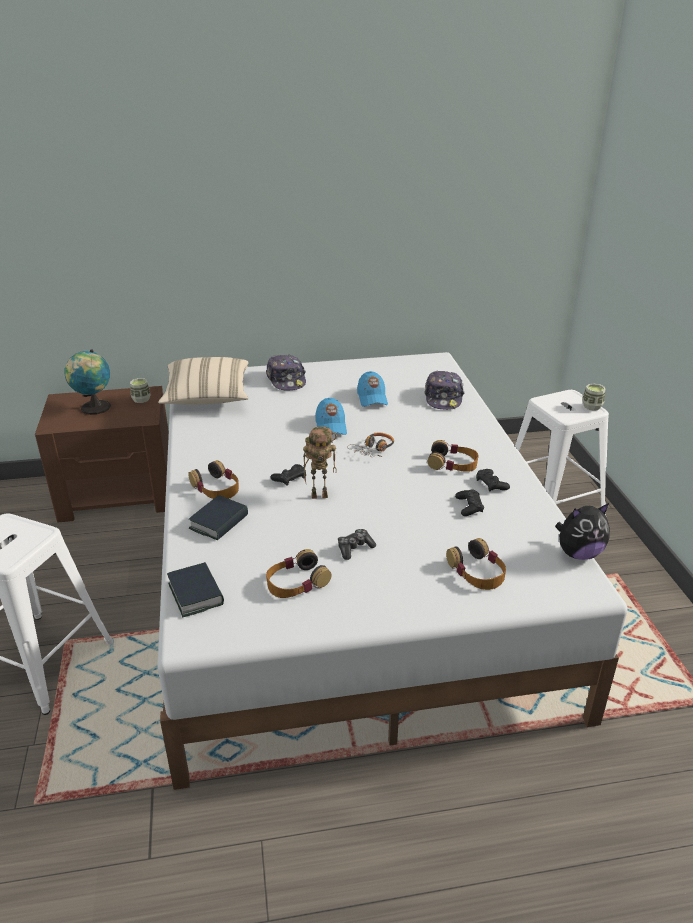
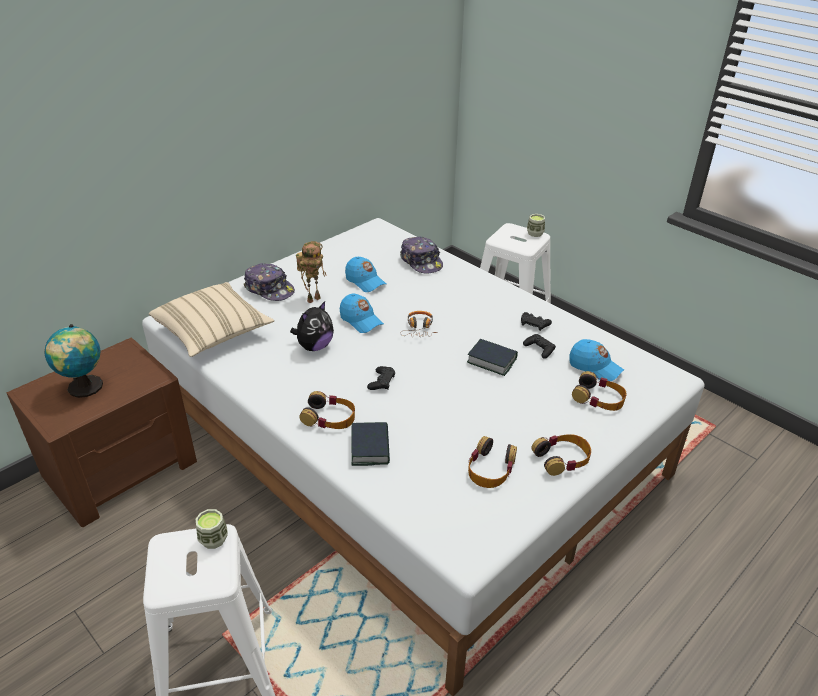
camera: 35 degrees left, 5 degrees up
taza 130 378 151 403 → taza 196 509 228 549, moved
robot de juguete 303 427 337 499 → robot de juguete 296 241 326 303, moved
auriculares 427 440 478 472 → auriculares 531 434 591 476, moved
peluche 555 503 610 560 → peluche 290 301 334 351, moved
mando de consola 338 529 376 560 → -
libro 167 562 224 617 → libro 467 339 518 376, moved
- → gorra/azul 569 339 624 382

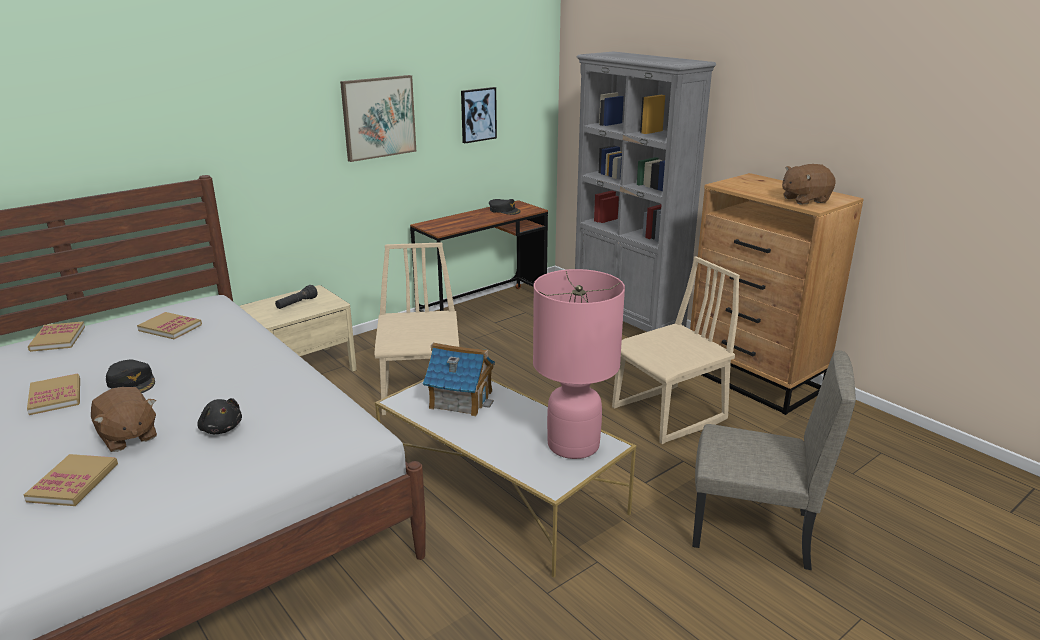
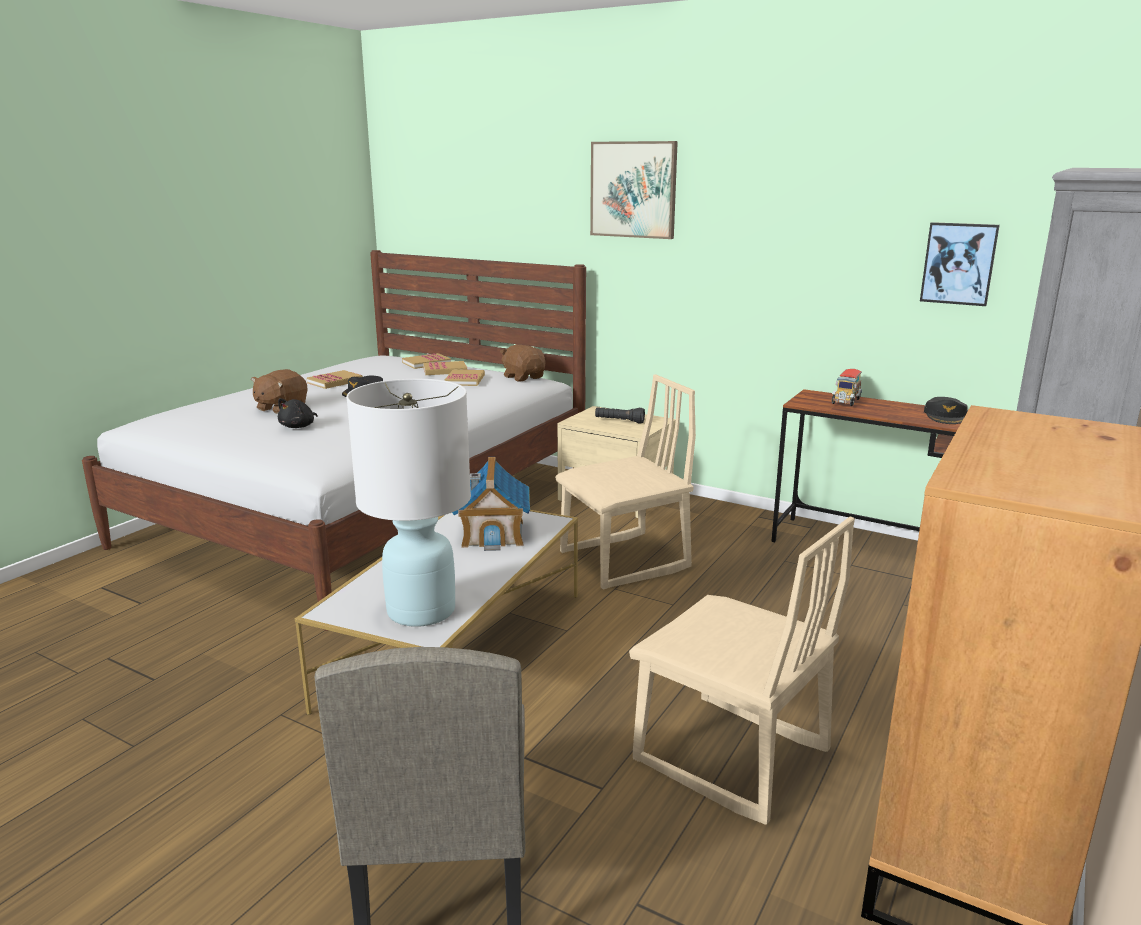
camera: 70 degrees right, 5 degrees down
cuadro 340 75 416 162 → cuadro 590 141 678 239, moved
peluche/marrón 782 164 836 205 → peluche/marrón 500 344 545 382, moved
lámpara de mesa/rosa 533 269 625 459 → lámpara de mesa/blanco 346 379 471 627
libro 24 454 118 506 → libro 423 361 467 375, moved
- → camión de juguete 832 369 862 406

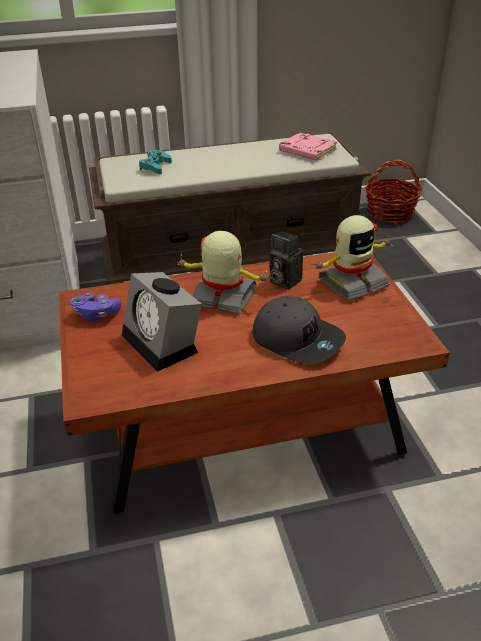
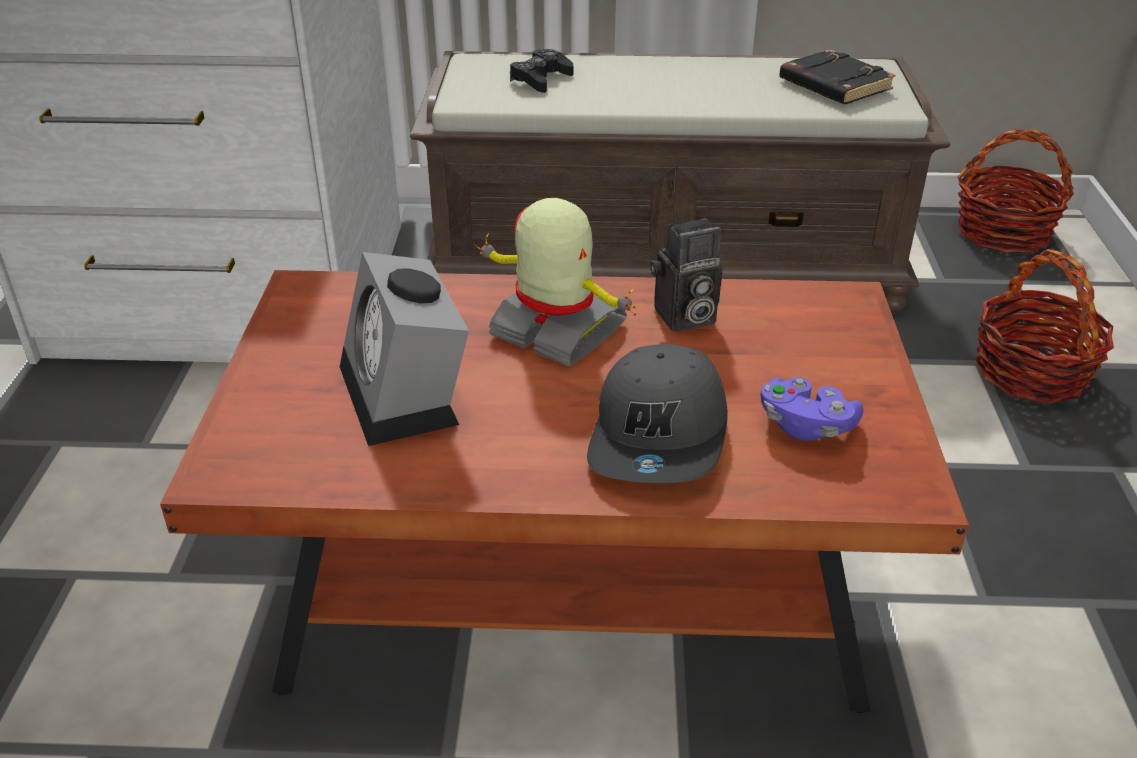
camera: 15 degrees right, 0 degrees up
libro/rosa 279 133 337 160 → libro/negro 779 49 895 104
mando de consola/turquesa 139 150 172 174 → mando de consola/negro 510 49 573 93
robot de juguete 313 215 393 301 → -
cámara 269 231 303 290 → cámara 650 218 723 332, 75 degrees counterclockwise
mando de consola/morado 70 293 122 321 → mando de consola/morado 760 377 864 441, moved
gorra/gris 252 296 346 364 → gorra/gris 587 344 728 483, 45 degrees clockwise
- → cesta 975 249 1114 404

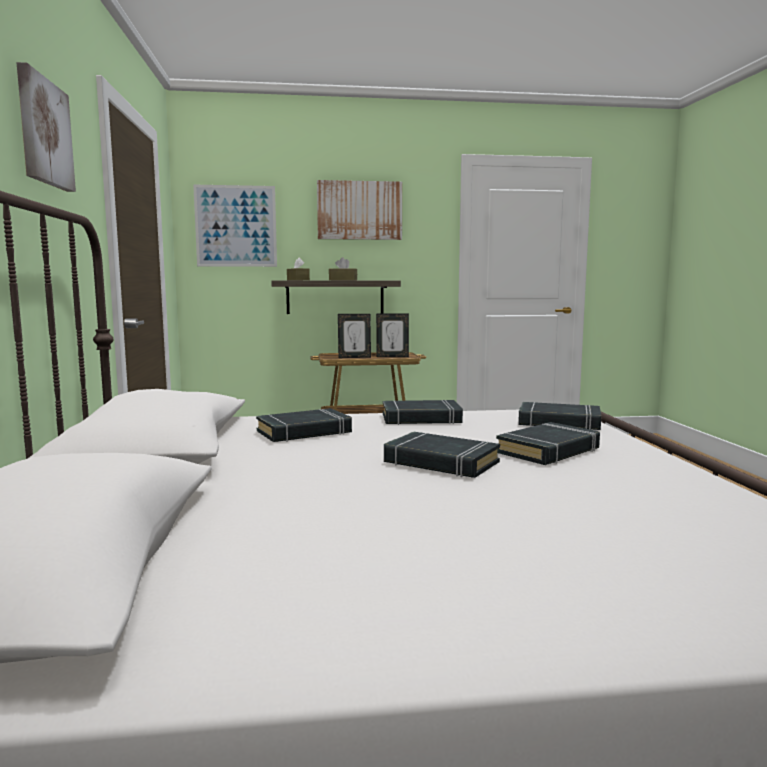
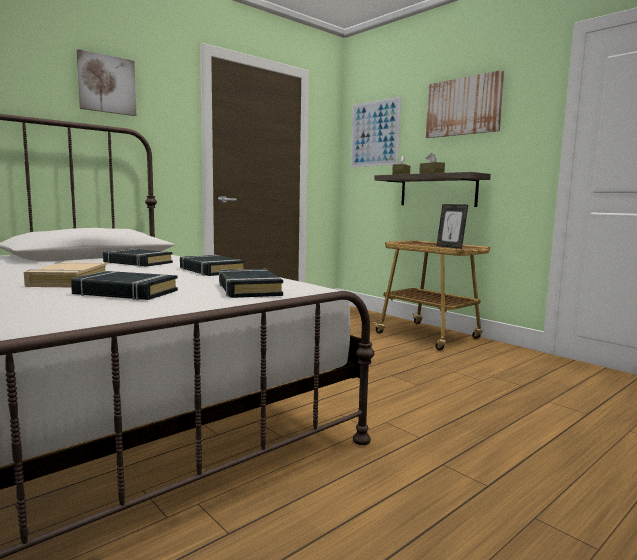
camera: 55 degrees right, 0 degrees up
portarretratos 338 314 371 358 → -
libro/negro 384 432 500 478 → libro/beis 24 262 107 287

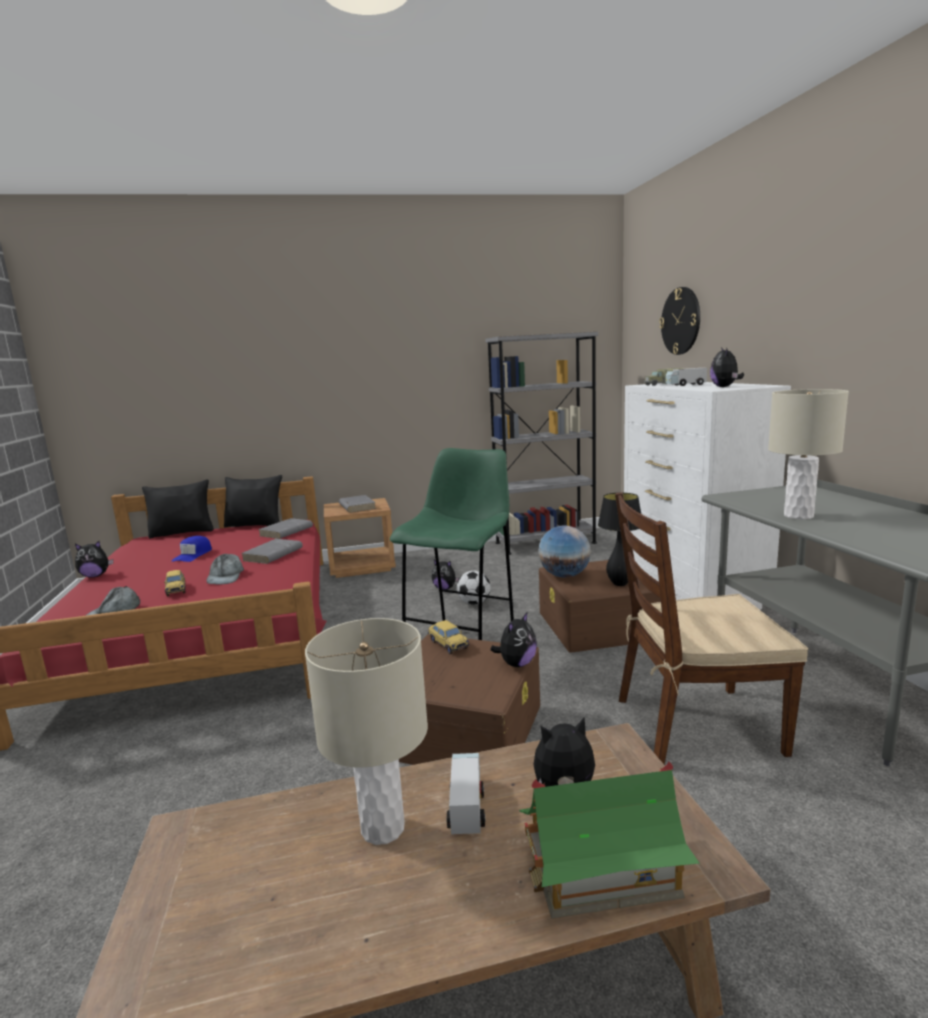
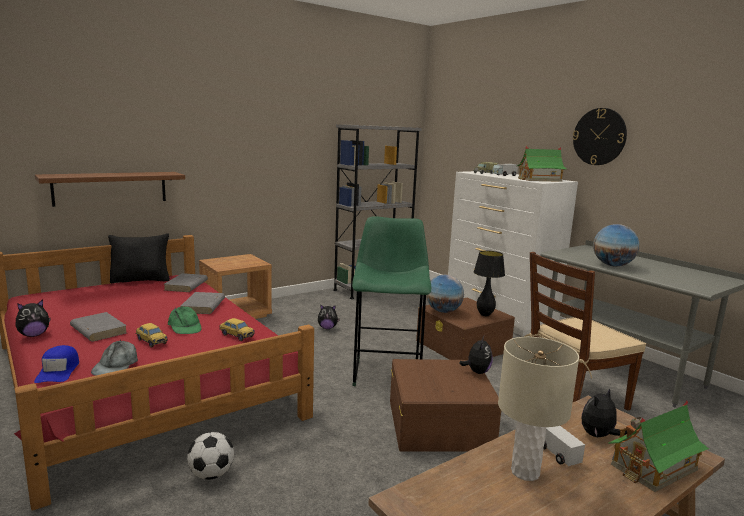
camera: 25 degrees left, 0 degrees up
reloj de pared 659 287 700 355 → reloj de pared 573 108 627 165, moved
peluche 710 347 744 387 → casita 517 146 567 182
lámpara de mesa/beis 768 389 849 519 → globo terráqueo 593 224 639 267
cojín/negro 142 479 214 539 → -
libro/gris 339 495 376 513 → libro/gris 70 312 127 342, moved
gorra/azul 172 536 212 562 → gorra/azul 34 345 79 383, moved
gorra/gris 206 554 244 584 → gorra/verde 168 306 202 334
balón de fútbol 457 571 491 605 → balón de fútbol 187 432 234 480, moved
coche de juguete 428 620 469 654 → coche de juguete 219 318 255 341, moved
- → estante/marrón 35 172 185 207

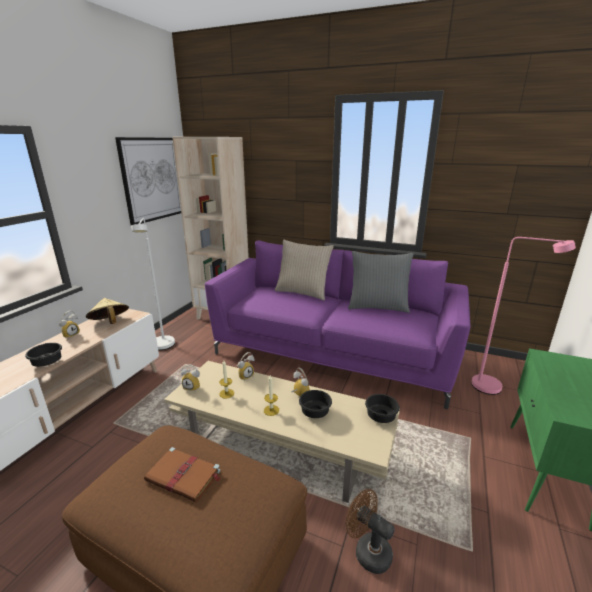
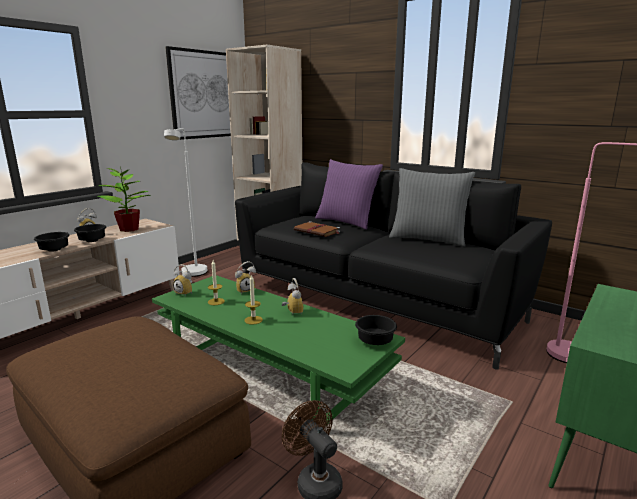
camera: 15 degrees right, 5 degrees down
sofá/morado 205 240 471 409 → sofá/negro 235 162 552 370
cojín/beis 275 240 334 300 → cojín/morado 315 159 383 230
sombrero/beis 86 298 129 324 → planta en maceta 98 165 150 232
mesa de centro/beis 164 361 400 503 → mesa de centro/verde 152 275 405 423
cuenco/negro 299 390 332 418 → cuenco/negro 74 224 106 242, moved
libro/marrón 144 447 220 502 → libro/marrón 294 221 340 237, moved

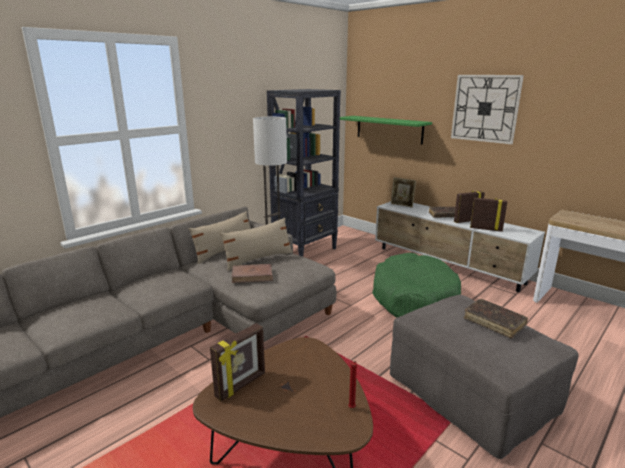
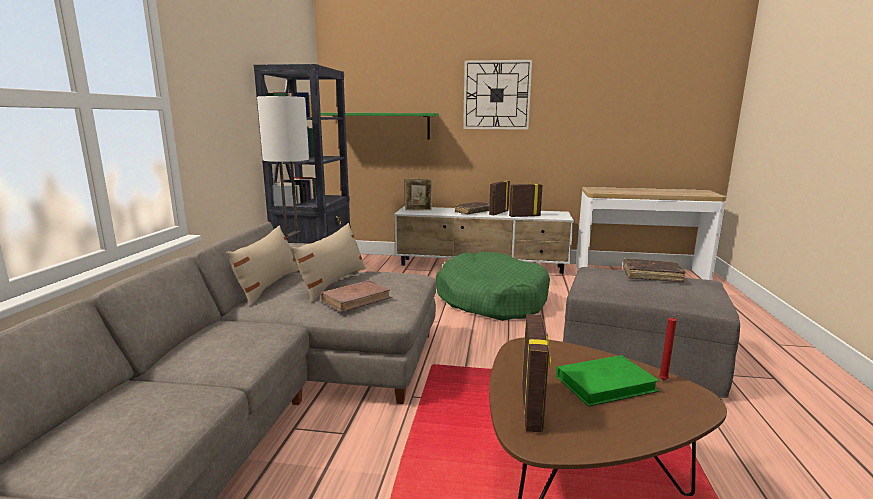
camera: 35 degrees left, 5 degrees down
- → libro/verde 556 355 659 407

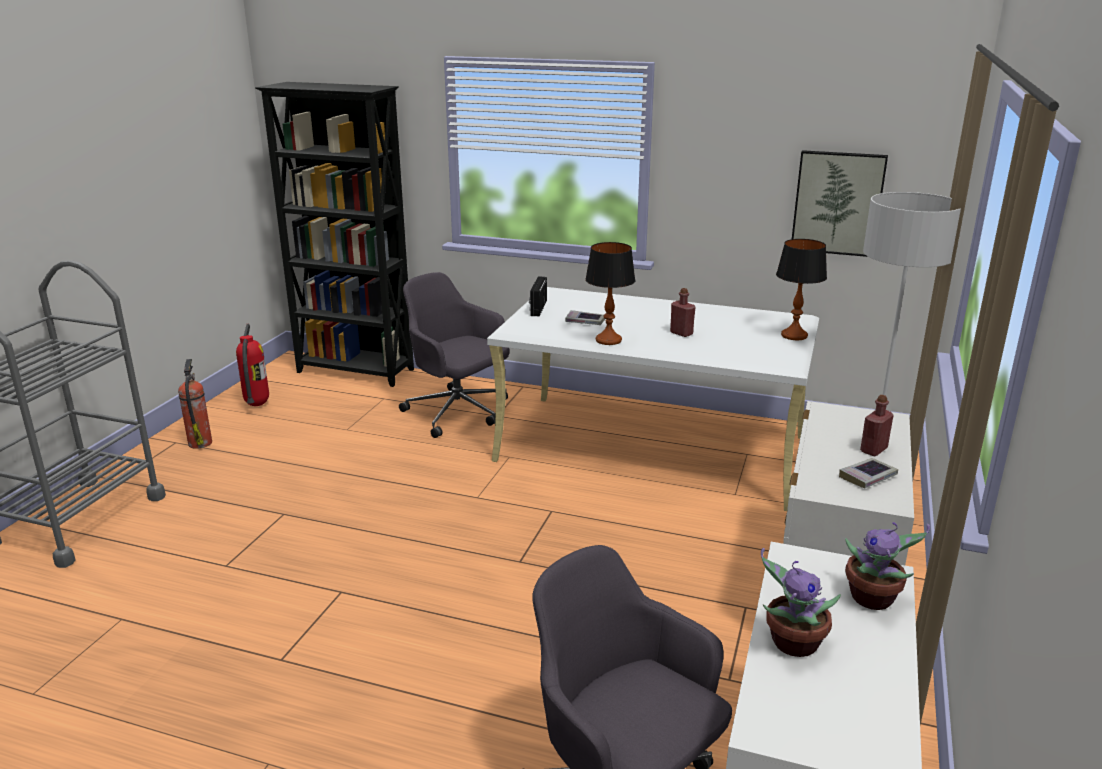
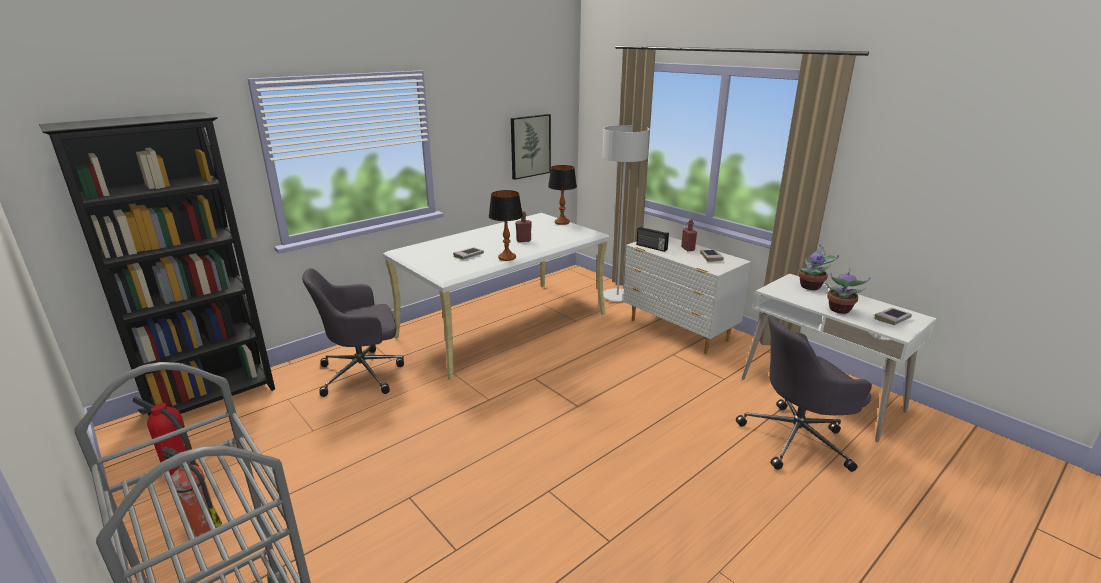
camera: 60 degrees left, 0 degrees up
radio 529 276 547 316 → radio 636 227 669 252, moved
- → libro 874 308 912 325

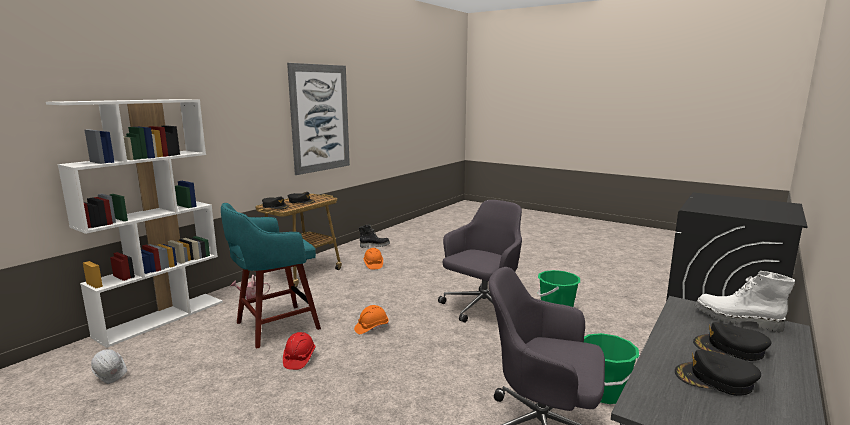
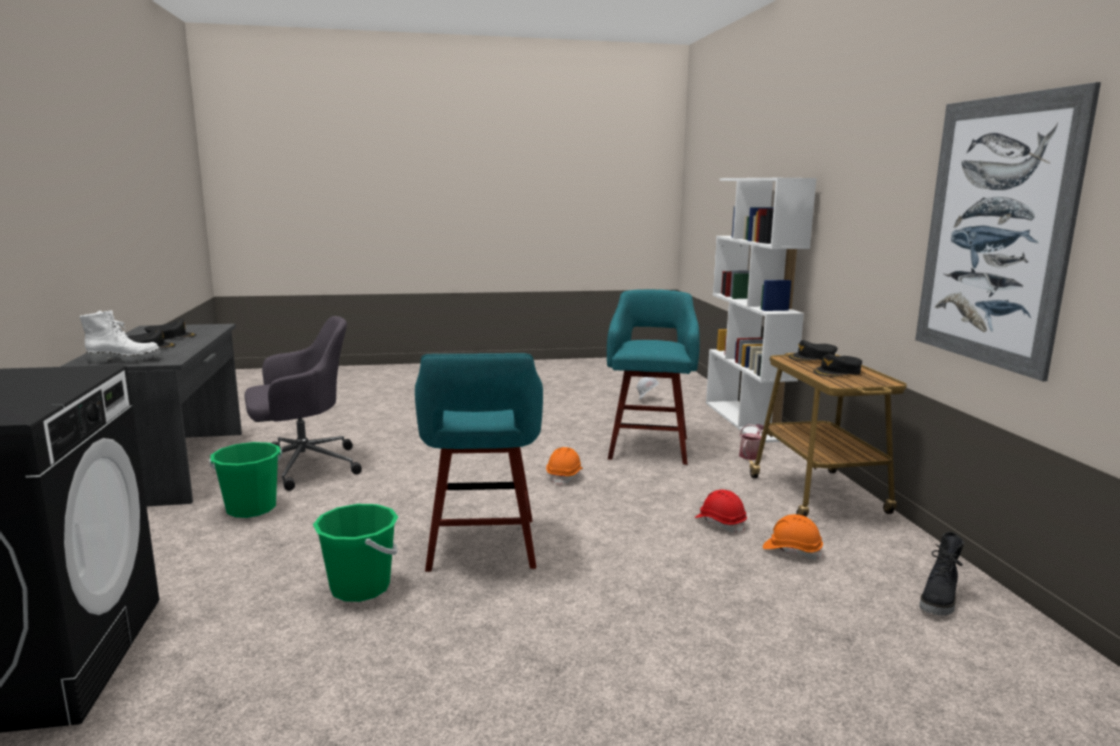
camera: 135 degrees right, 0 degrees up
silla de oficina/gris 438 200 522 323 → taburete/turquesa 415 353 543 572
casco/rojo 283 332 315 370 → casco/rojo 695 490 747 533, moved

